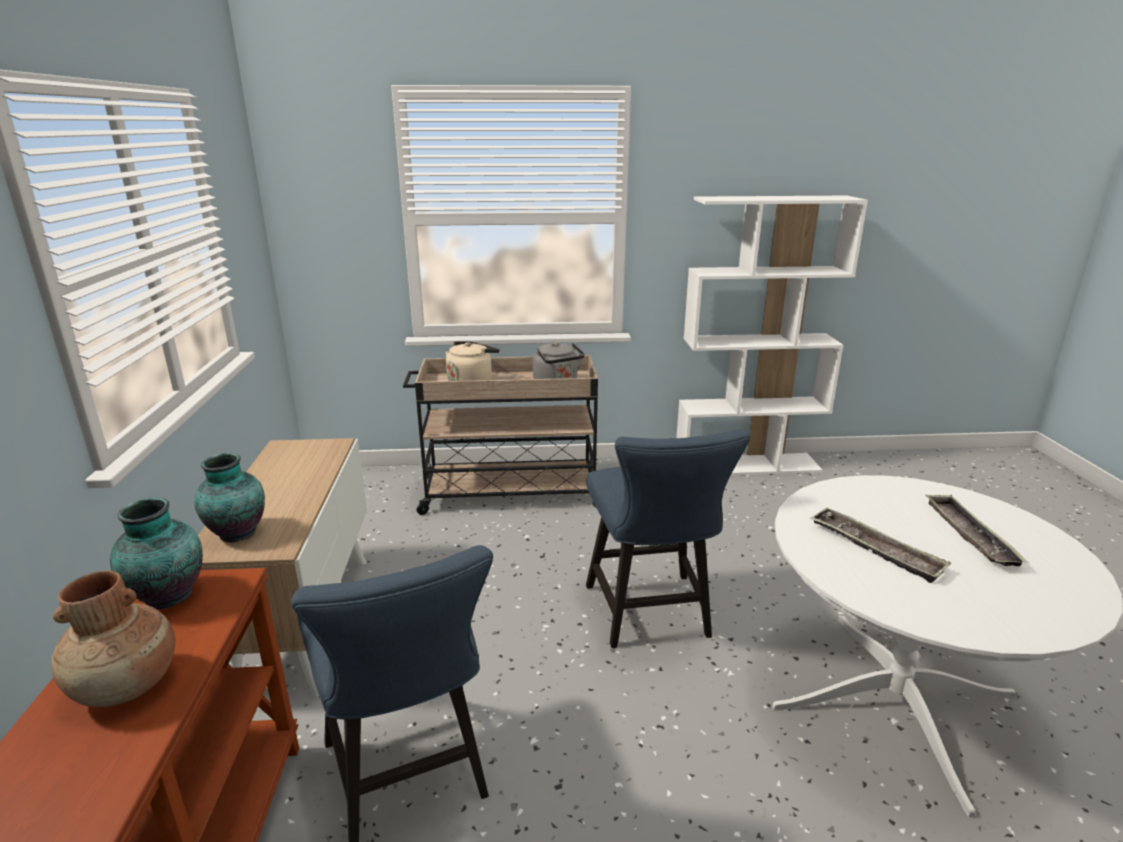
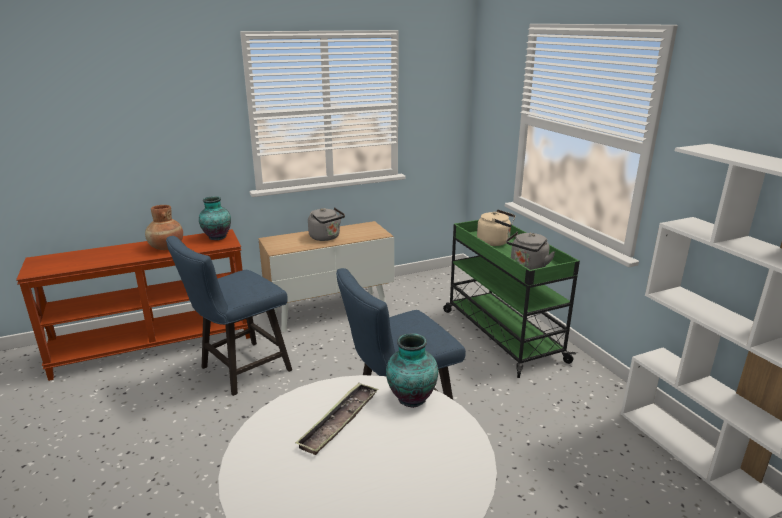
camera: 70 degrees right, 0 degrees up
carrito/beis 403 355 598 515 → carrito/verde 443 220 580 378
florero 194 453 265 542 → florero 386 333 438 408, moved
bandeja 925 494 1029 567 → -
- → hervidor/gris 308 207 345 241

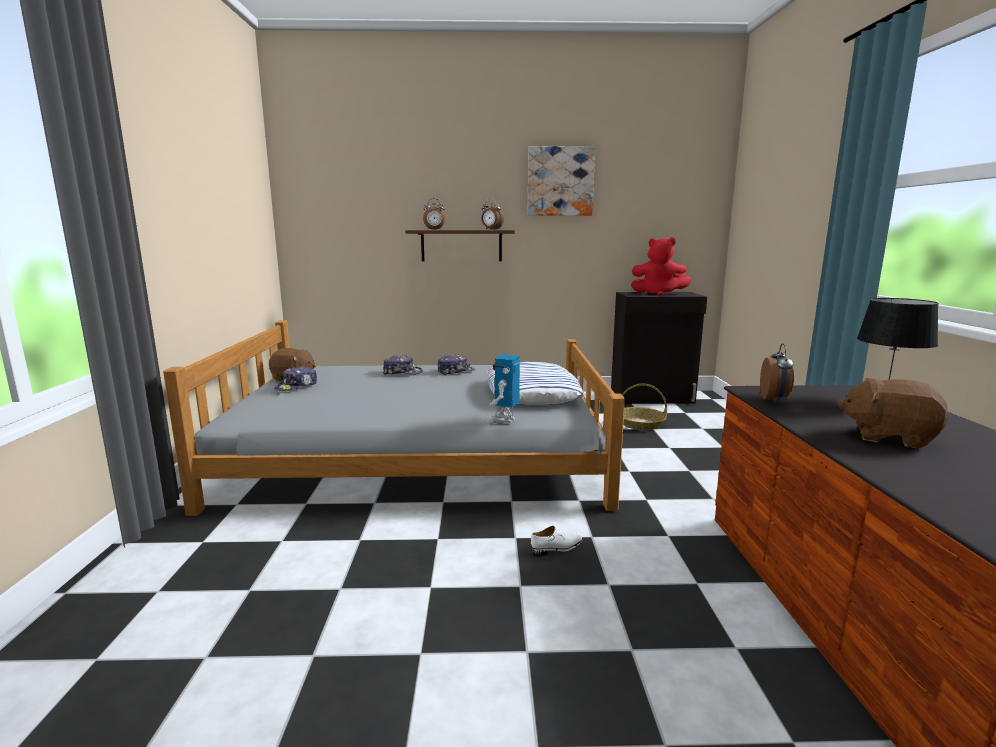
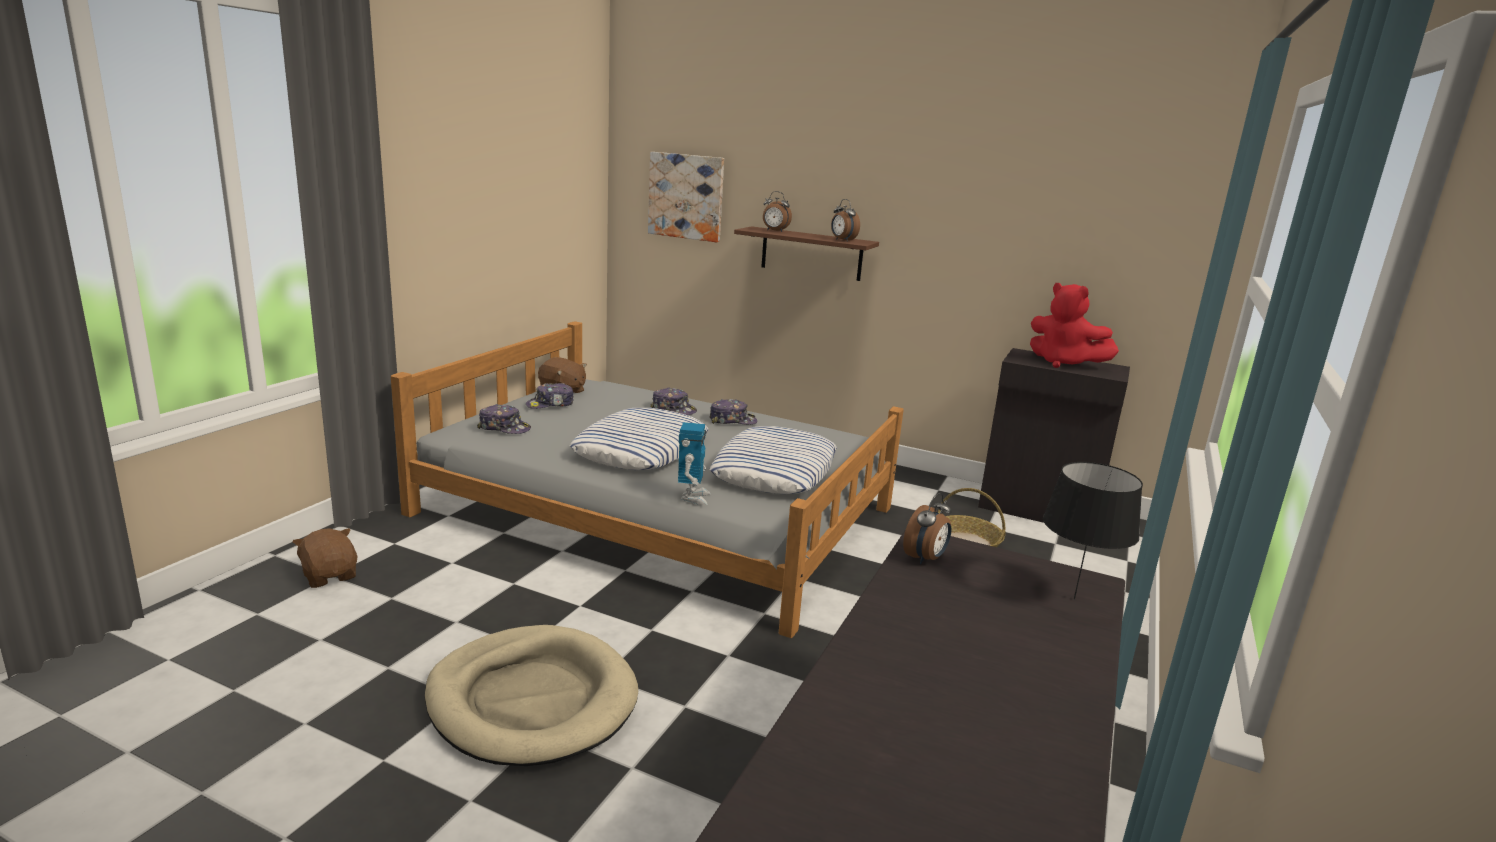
camera: 25 degrees right, 5 degrees up
cuadro 528 146 595 216 → cuadro 648 152 724 242, moved
robot de juguete 487 354 520 423 → robot de juguete 678 422 711 505, 135 degrees clockwise
peluche/marrón 838 378 948 448 → peluche/marrón 292 528 357 588, moved
zapato/blanco 531 526 583 556 → -
- → gorra 477 404 531 434
- → cojín 570 408 708 470
- → cama para perro/beis 424 625 638 766

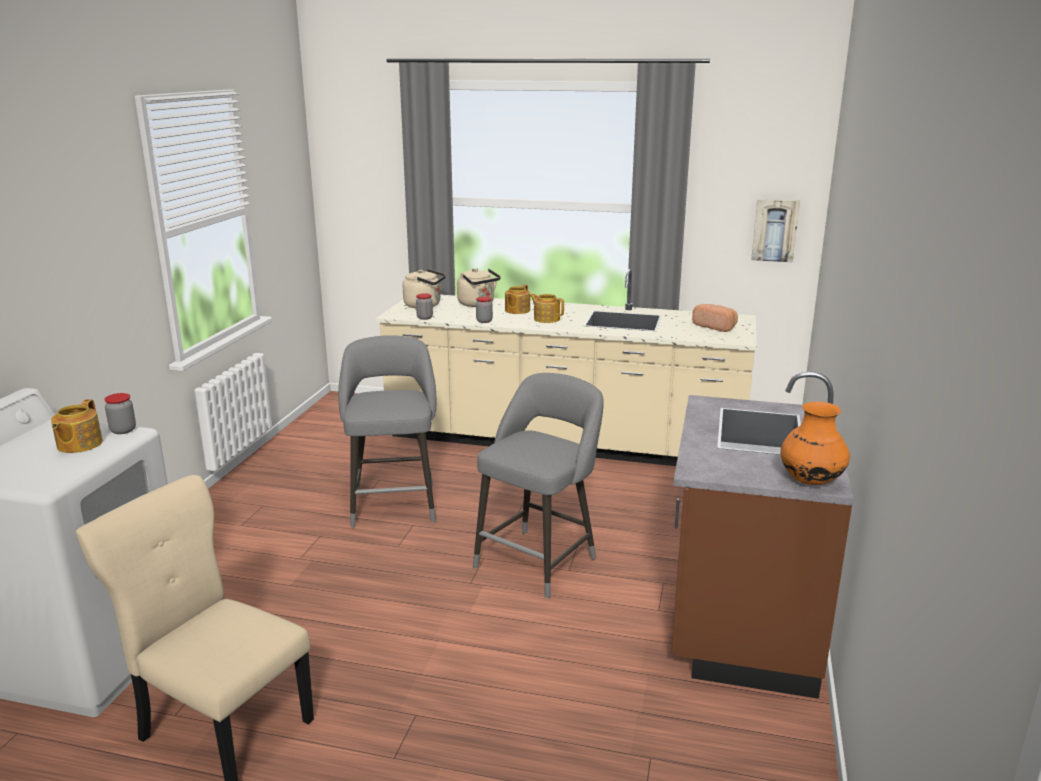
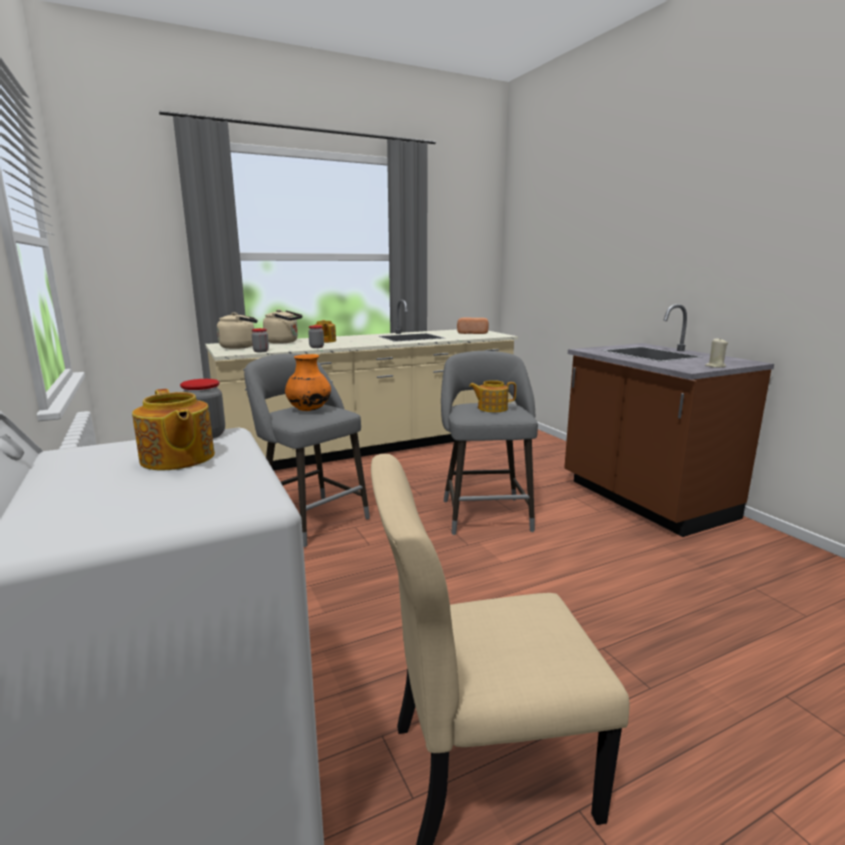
camera: 40 degrees left, 5 degrees down
cuadro 751 199 800 262 → -
tetera 529 294 564 323 → tetera 469 380 516 412, moved
florero/naranja 780 402 850 485 → florero/naranja 285 354 331 411, moved
- → vela/beis 705 339 728 368

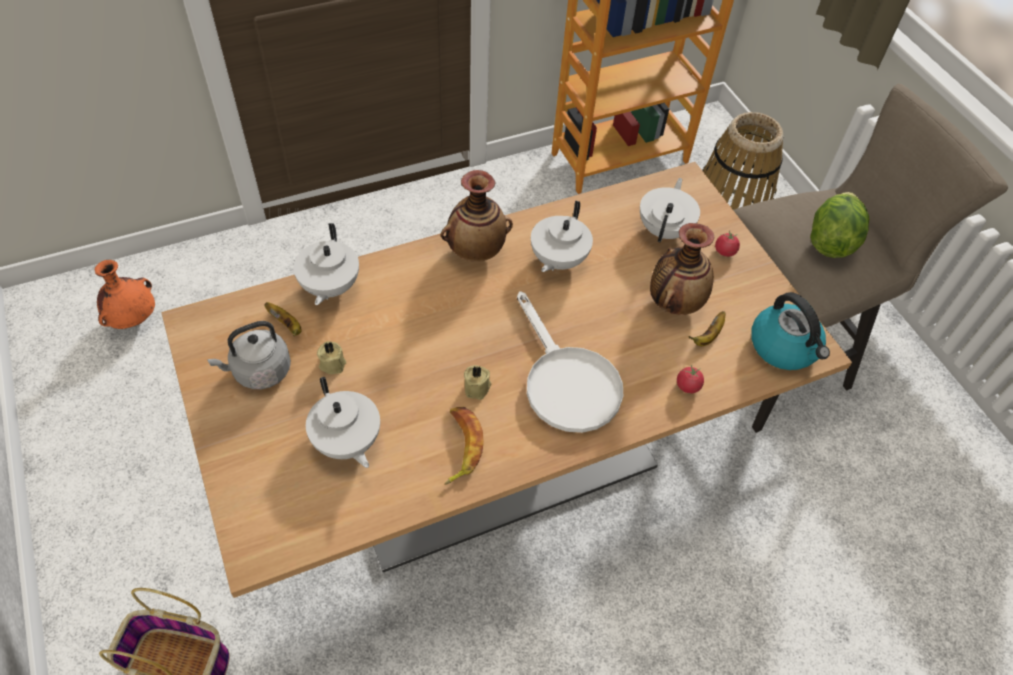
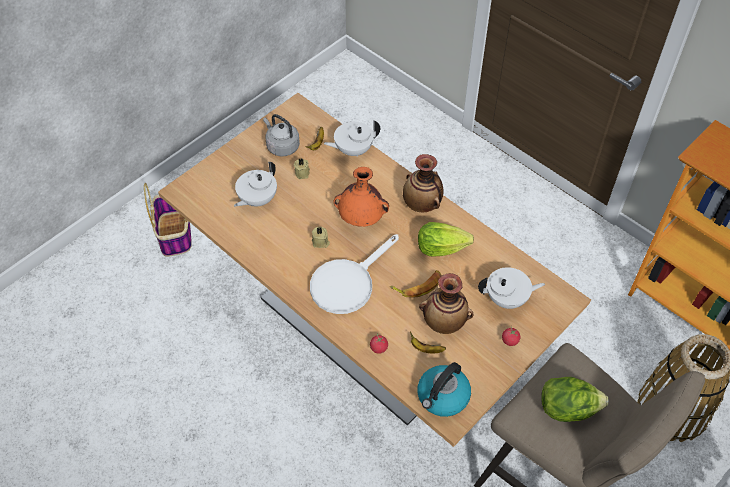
camera: 70 degrees right, 0 degrees up
tetera/blanco 531 200 593 272 → lechuga 418 222 474 257
florero/naranja 94 260 155 329 → florero/naranja 333 167 389 227, moved
plátano 444 407 484 485 → plátano 390 270 442 298, moved

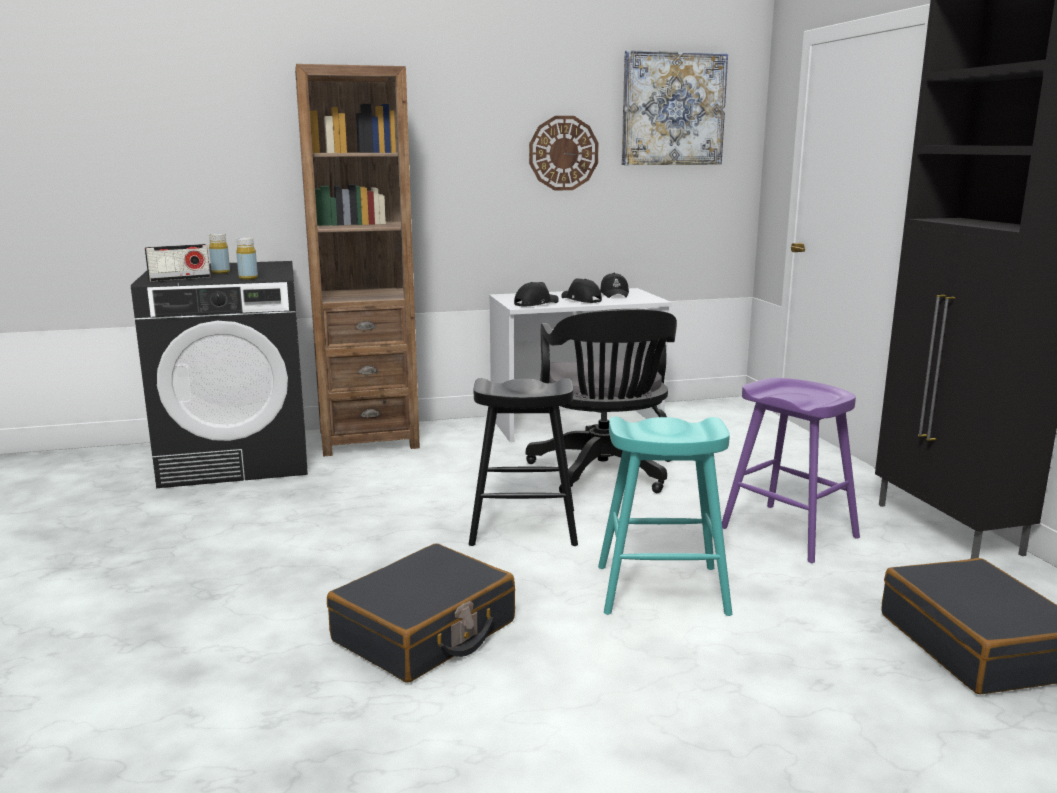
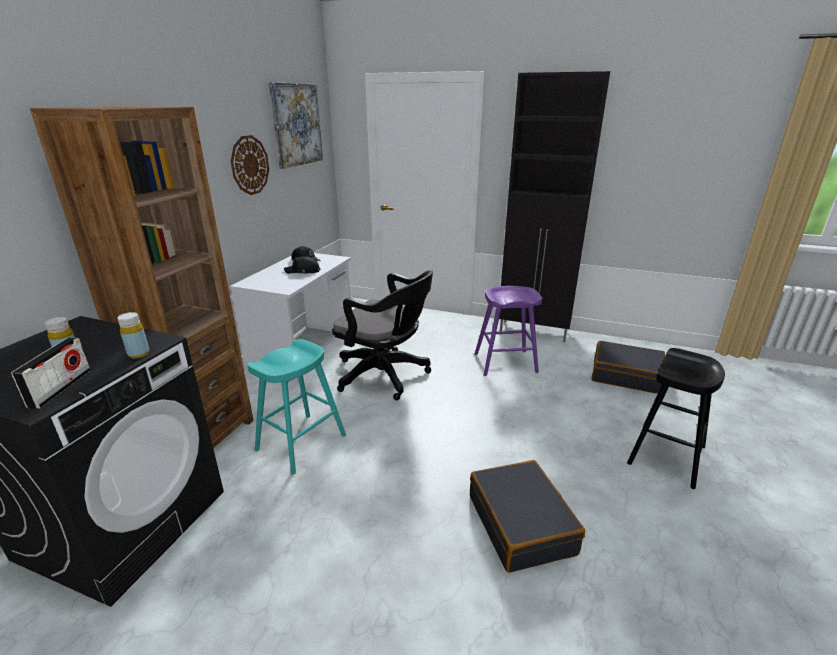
camera: 55 degrees left, 10 degrees up
gorra/negro 514 282 559 307 → -
taburete/negro 469 378 578 546 → taburete/negro 627 348 725 489, moved
taburete/turquesa 598 416 732 616 → taburete/turquesa 247 339 346 475, moved

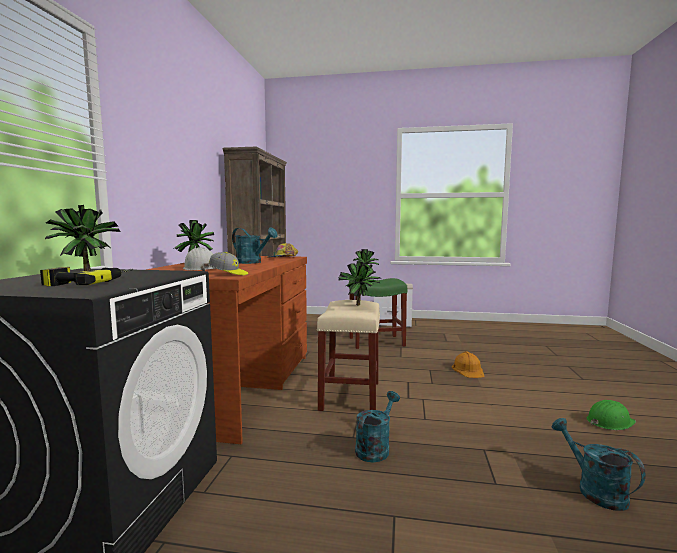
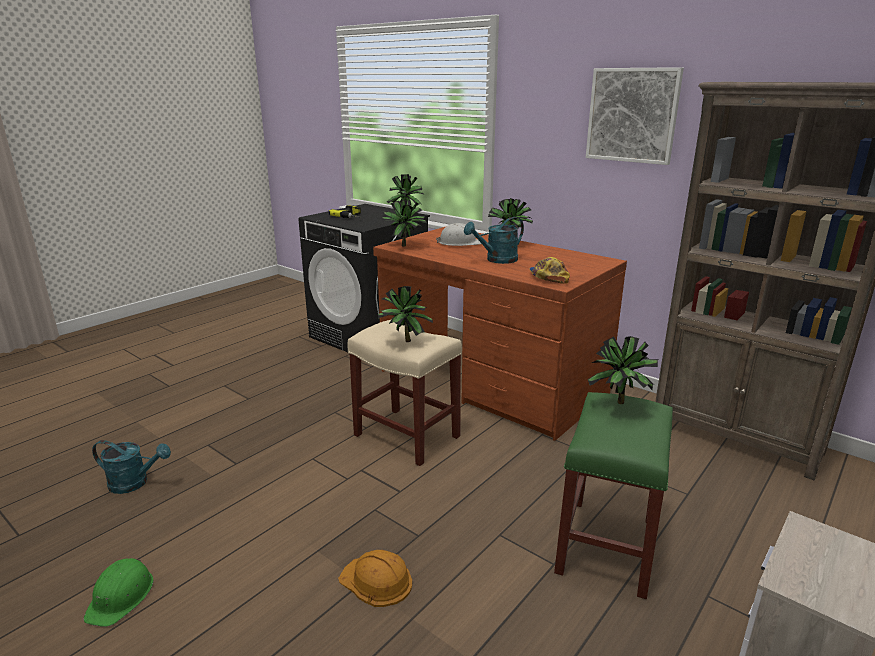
camera: 120 degrees right, 15 degrees up
gorra 209 252 248 275 → planta en maceta 382 199 427 247
regadera/turquesa 355 391 400 462 → -
- → cuadro 586 67 684 165

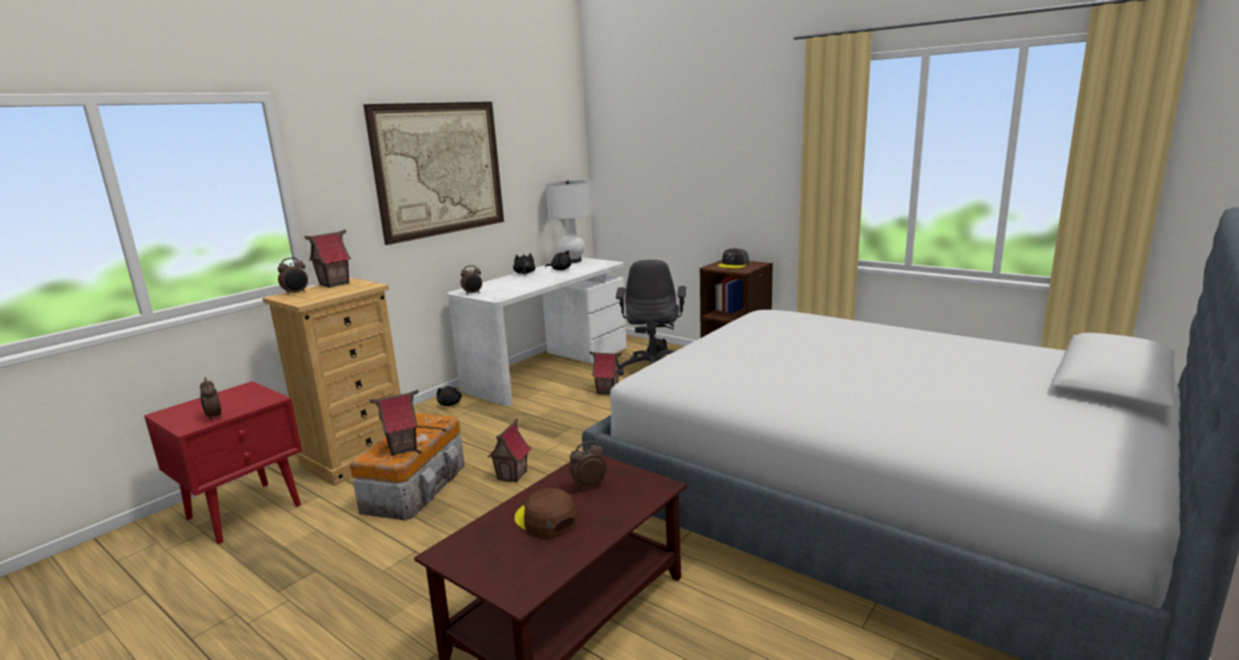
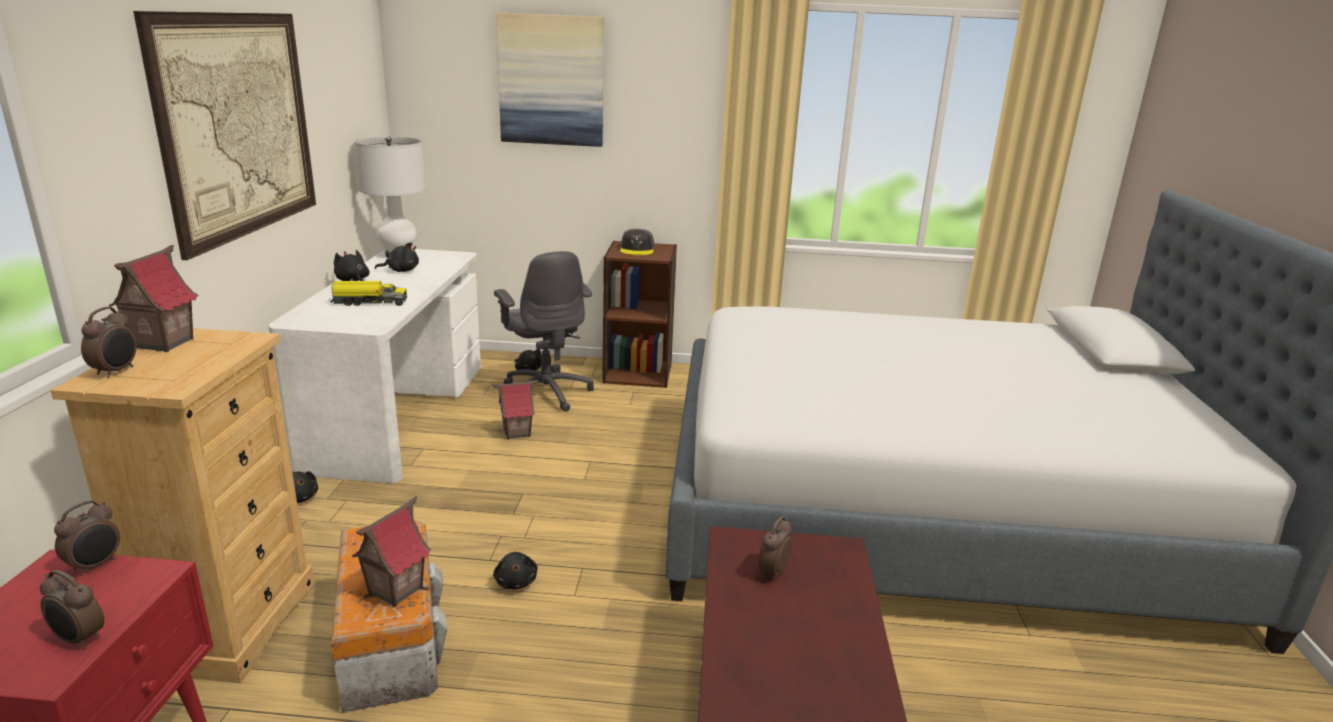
camera: 35 degrees left, 5 degrees up
despertador 461 265 482 295 → despertador 54 500 120 576, moved
casita 488 419 531 483 → peluche/negro 493 552 538 589
gorra/marrón 515 488 578 539 → -
- → cuadro 496 12 604 147
- → camión de juguete 330 281 407 306

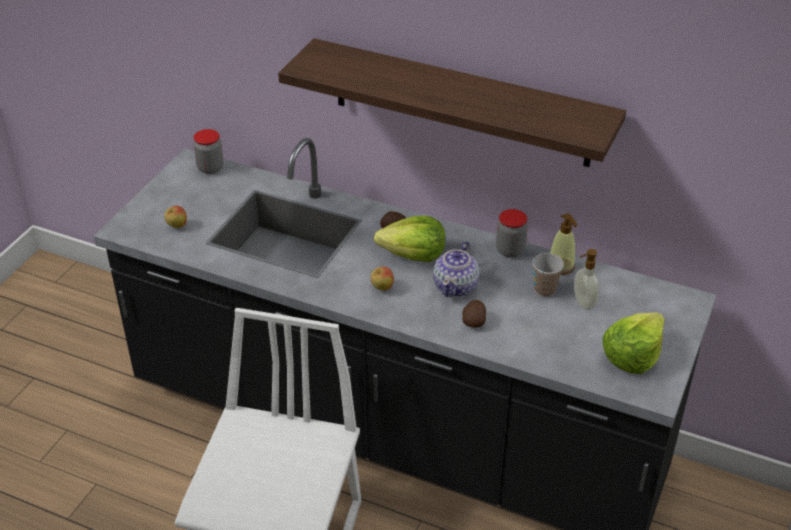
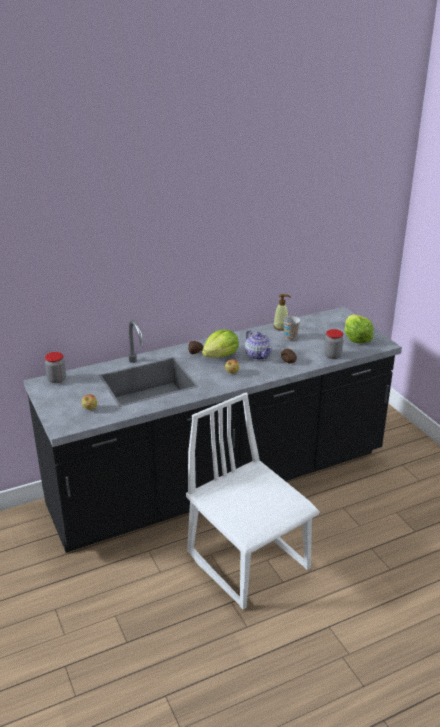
camera: 50 degrees left, 10 degrees down
estante 278 38 626 167 → -
tarro 496 209 528 258 → tarro 324 329 344 359, moved
dispensador de jabón 574 249 600 310 → -

